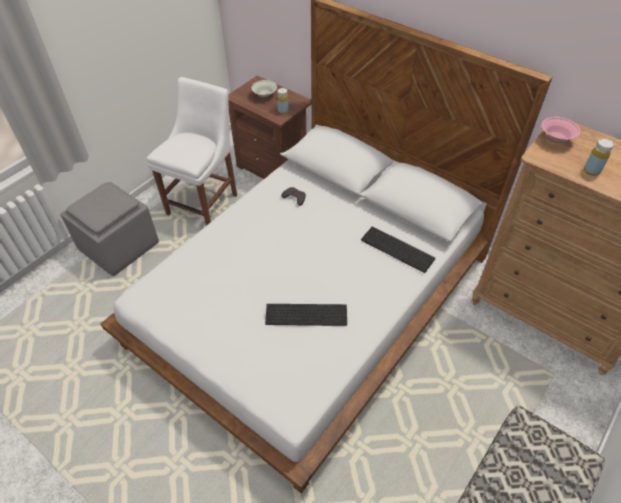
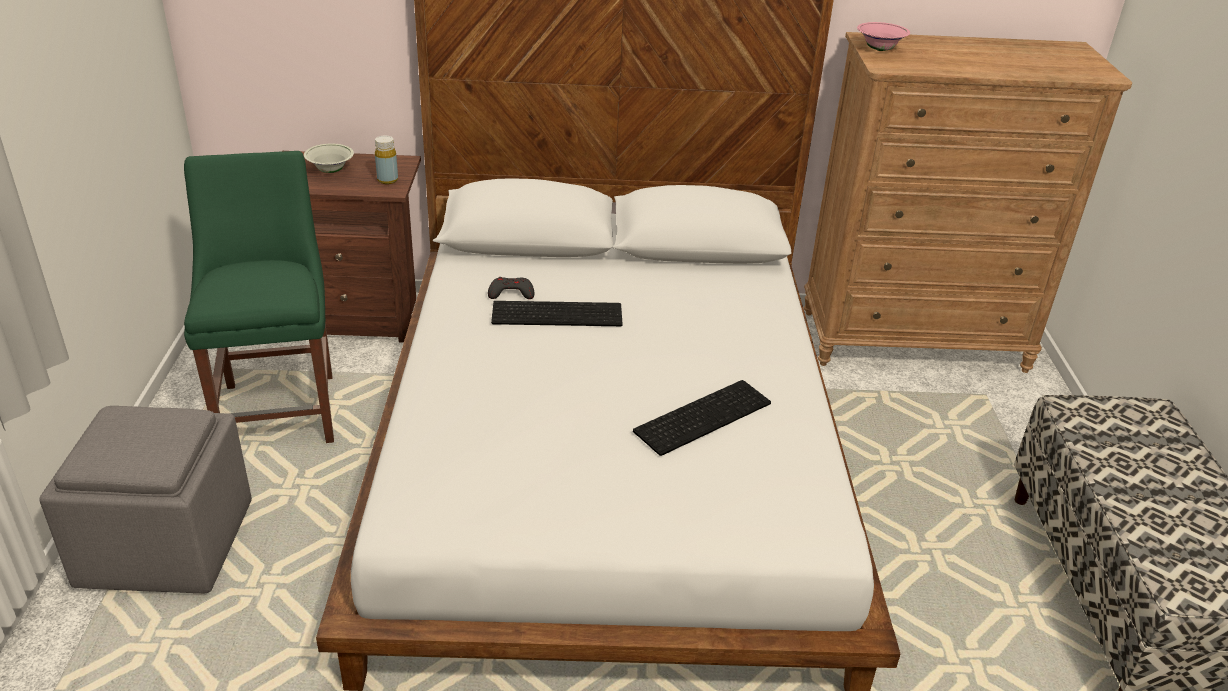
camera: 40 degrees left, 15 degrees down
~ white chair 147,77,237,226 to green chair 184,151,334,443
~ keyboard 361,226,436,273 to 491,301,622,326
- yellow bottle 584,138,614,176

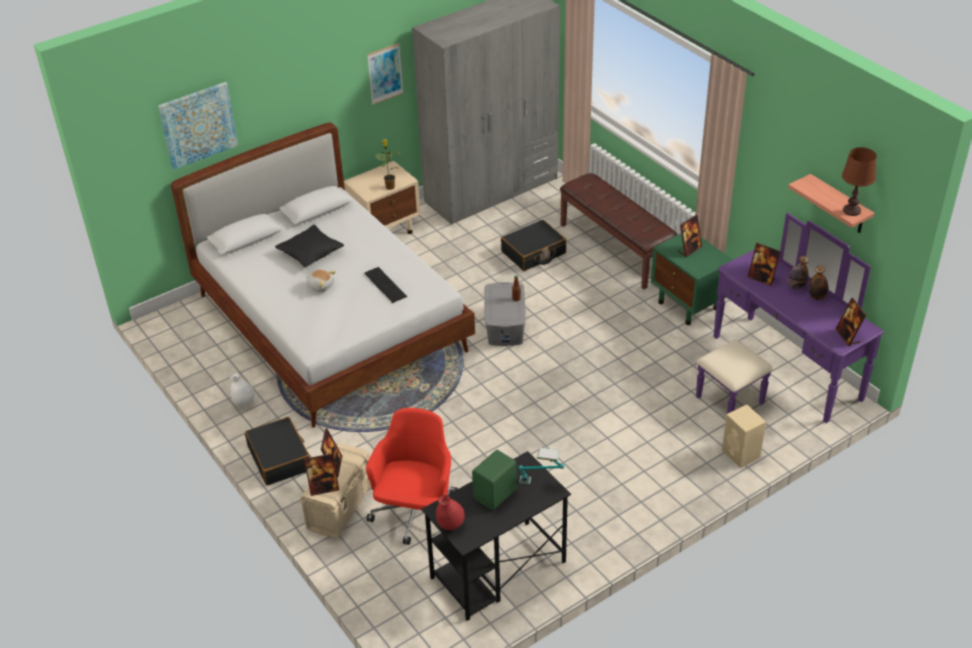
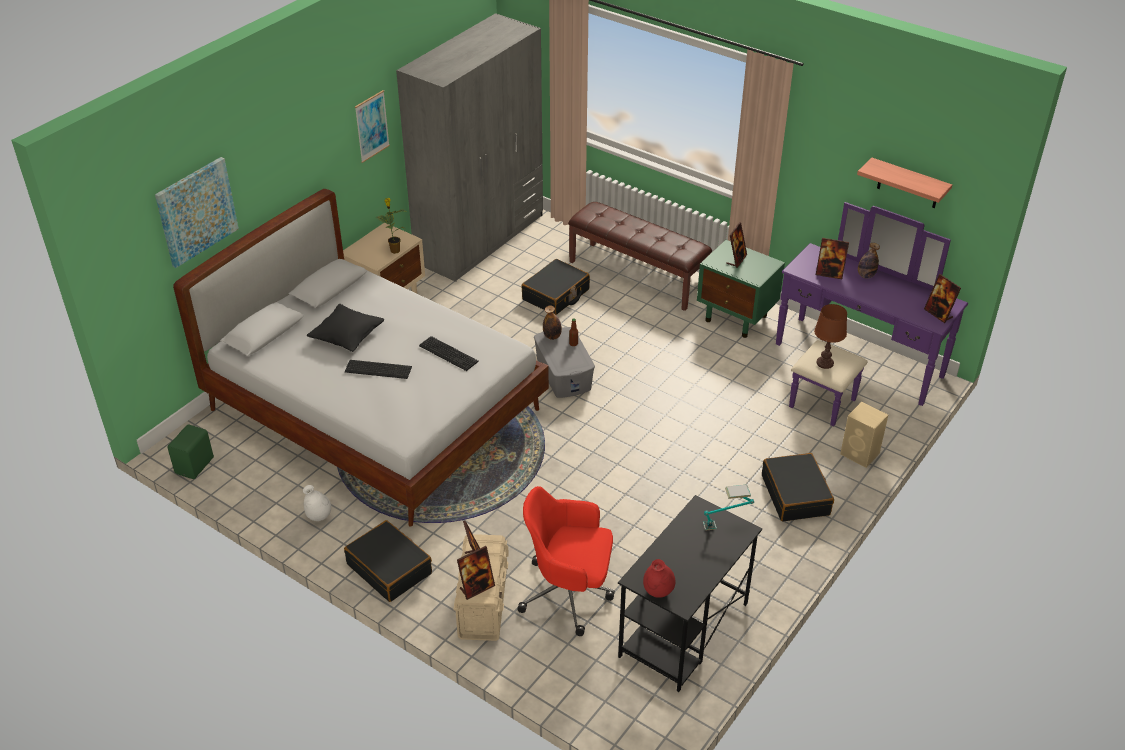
camera: 20 degrees left, 0 degrees up
~ plush toy 306,269,336,292 to keyboard 345,360,412,379
~ red office chair 366,408,458,545 = 517,486,615,636 75 degrees counterclockwise
~ green speaker 472,450,517,510 to 167,424,214,479
~ bottle 809,265,828,300 to 543,305,562,340
~ brown table lamp 842,147,877,216 to 814,304,847,369
+ black suitcase 762,453,834,521

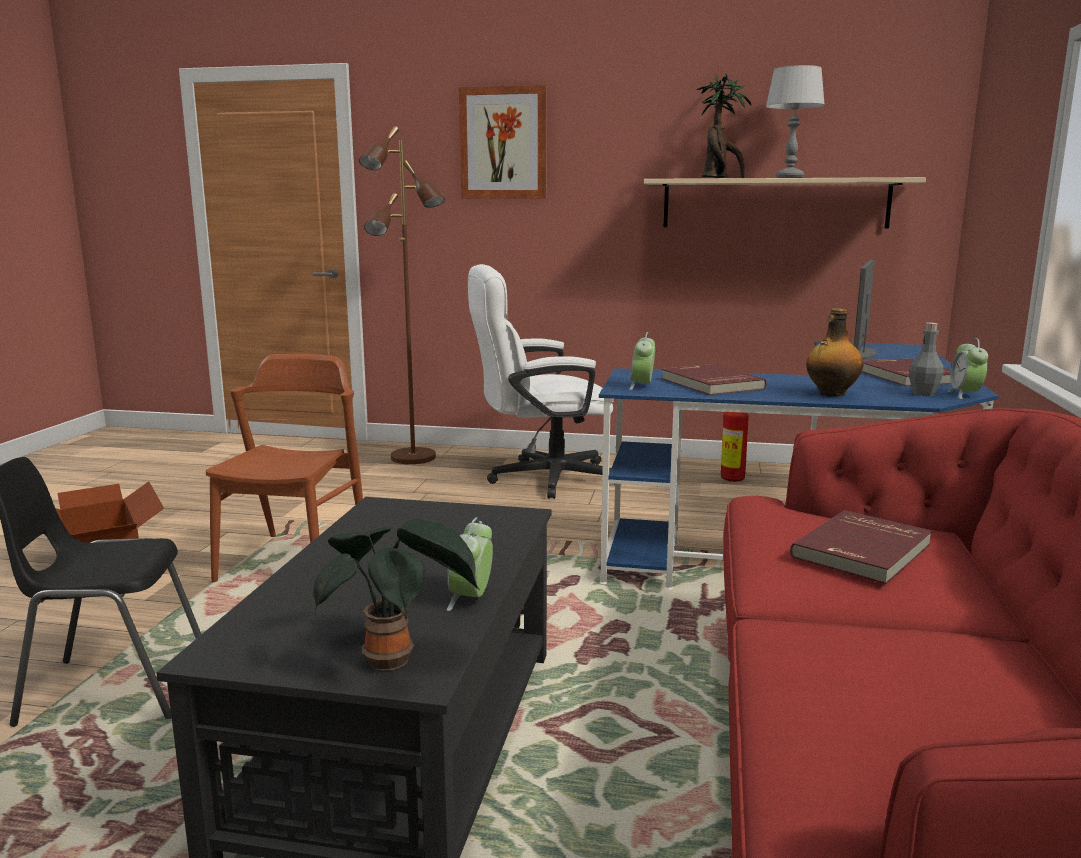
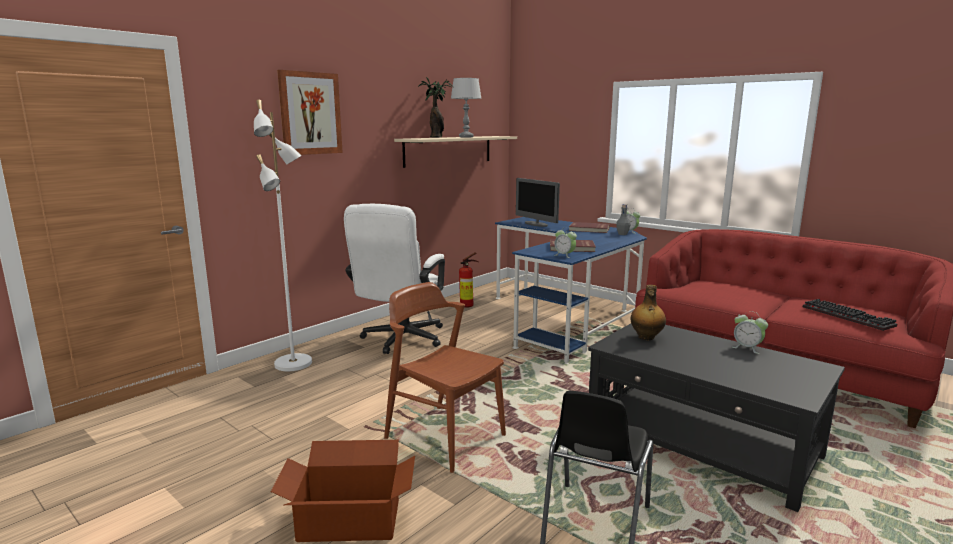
camera: 60 degrees left, 0 degrees up
- potted plant 313,518,480,671
~ brown floor lamp 359,126,445,464 to white floor lamp 254,100,312,371
- red book 790,510,932,584
~ bottle 806,308,863,397 to 631,285,666,340
+ keyboard 803,299,897,331

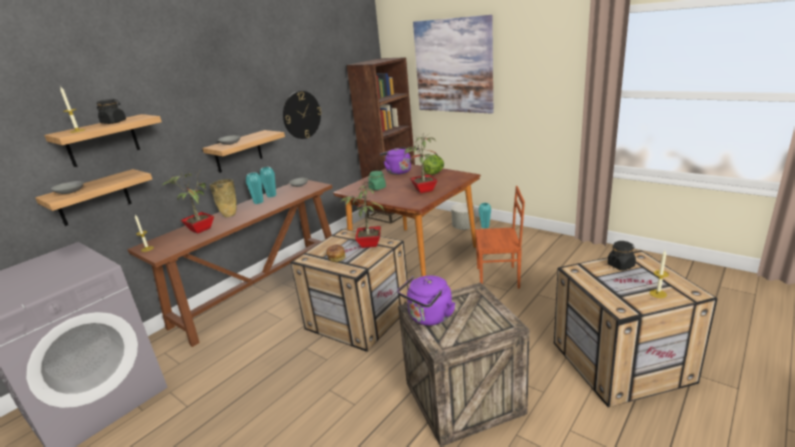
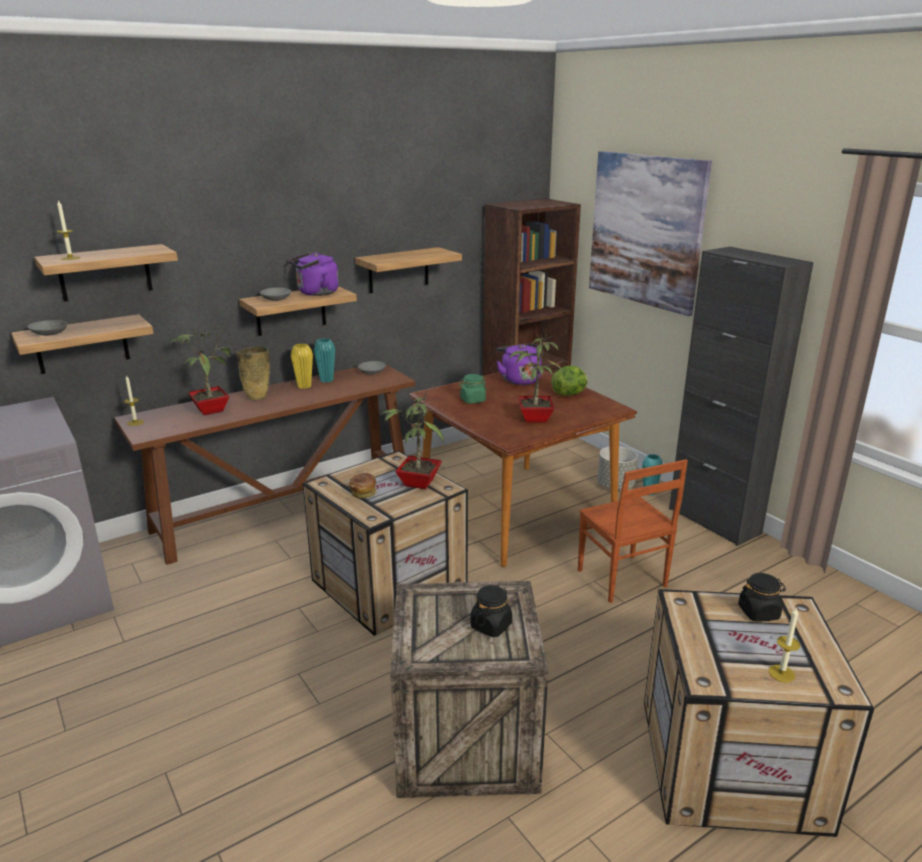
camera: 15 degrees right, 0 degrees up
~ black jar 97,99,126,124 to 470,585,512,637
~ turquoise vase 246,172,263,204 to yellow vase 291,344,313,389
~ wall clock 283,91,322,139 to shelf 355,247,462,293
~ purple kettle 397,276,455,326 to 289,252,339,296
~ brown chair 475,186,525,289 = 578,459,688,603 45 degrees clockwise
+ black cabinet 669,247,814,546

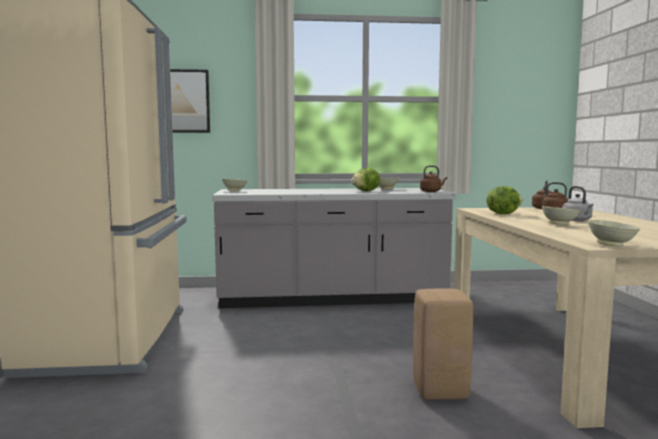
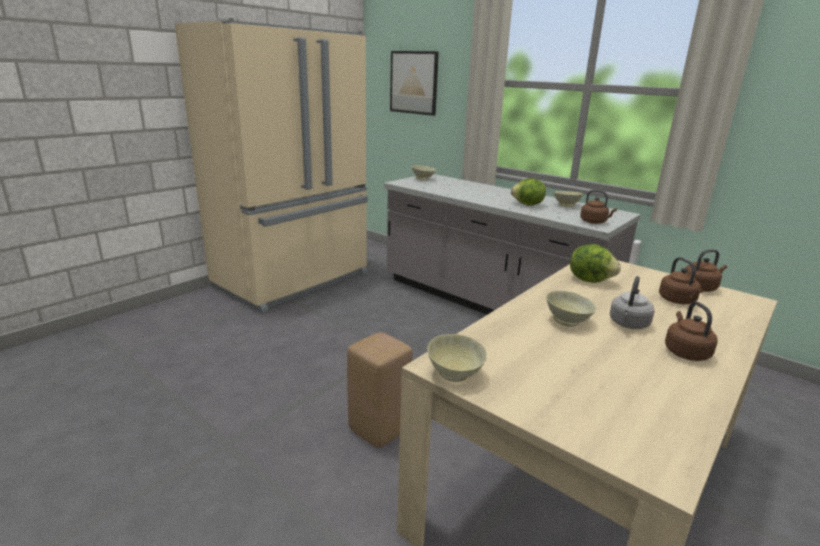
camera: 45 degrees right, 15 degrees up
+ brown kettle 665,302,718,361

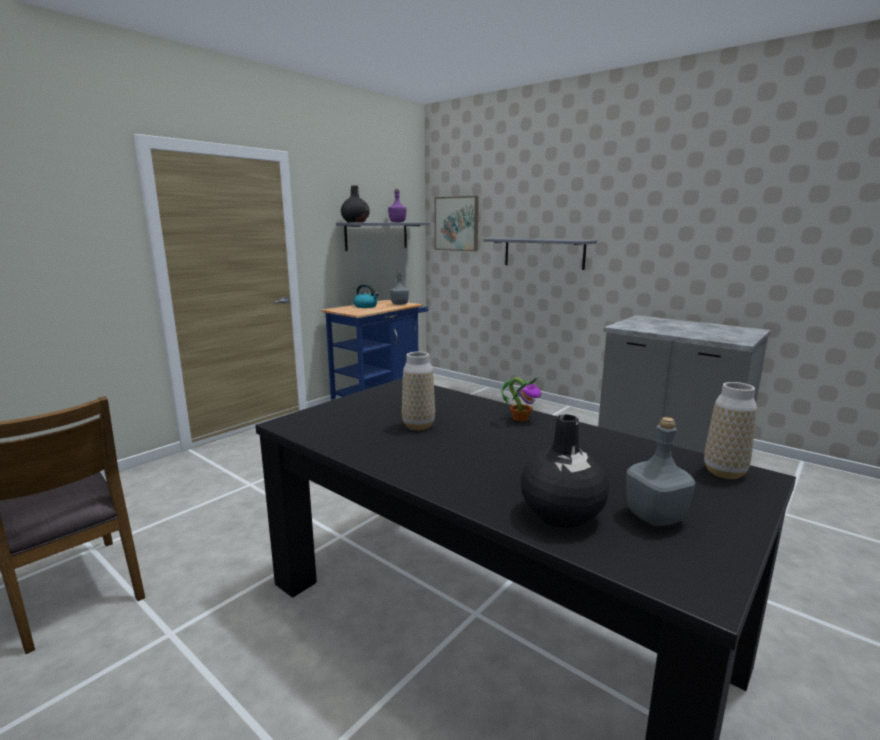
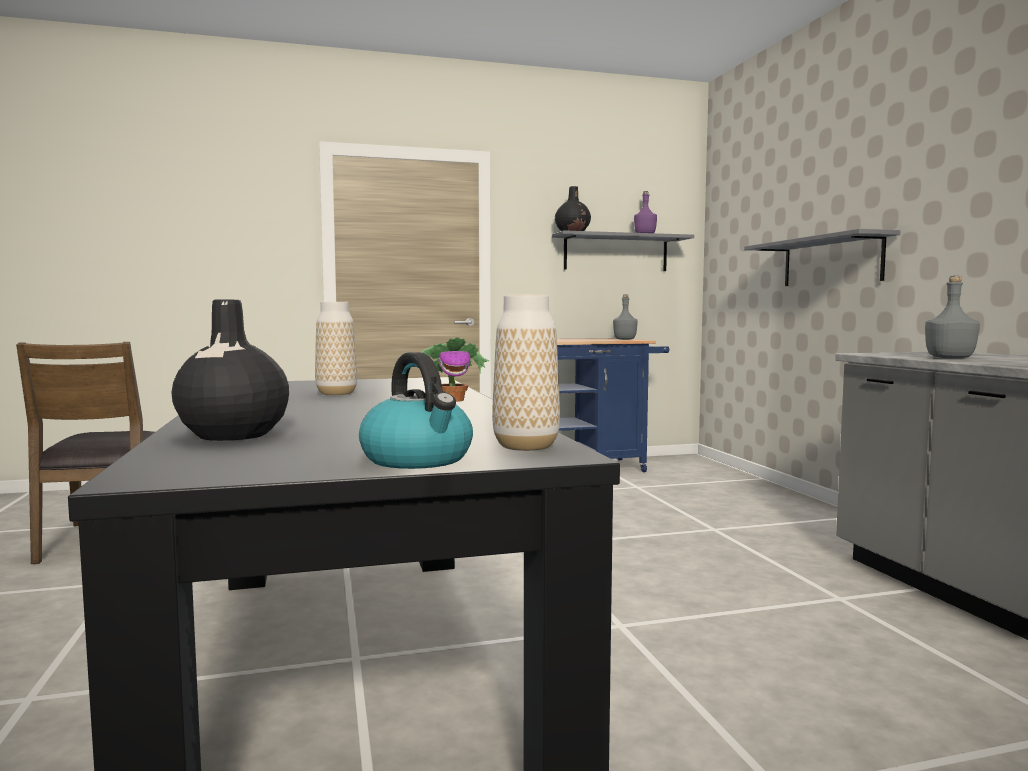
camera: 35 degrees right, 10 degrees down
~ kettle 354,284,379,308 to 359,352,473,469
- picture 435,196,479,251
~ grey bottle 626,417,695,526 to 925,276,980,359

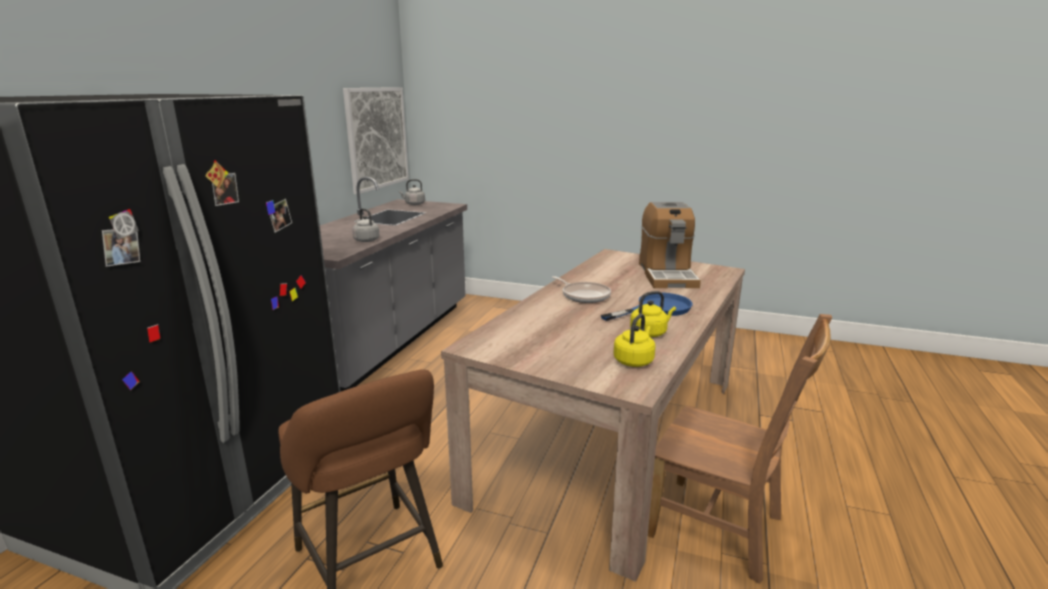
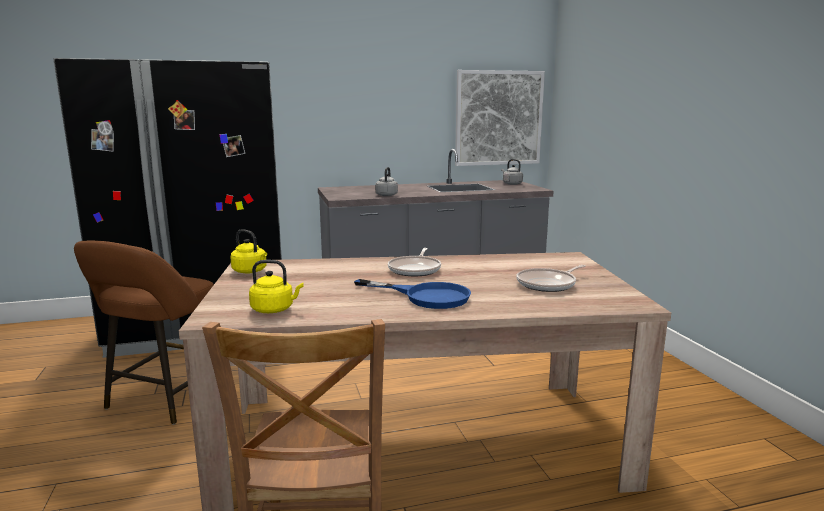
camera: 55 degrees right, 5 degrees down
~ yellow kettle 630,291,676,337 to 230,229,267,273
~ coffee machine 639,202,701,288 to frying pan 516,265,586,292

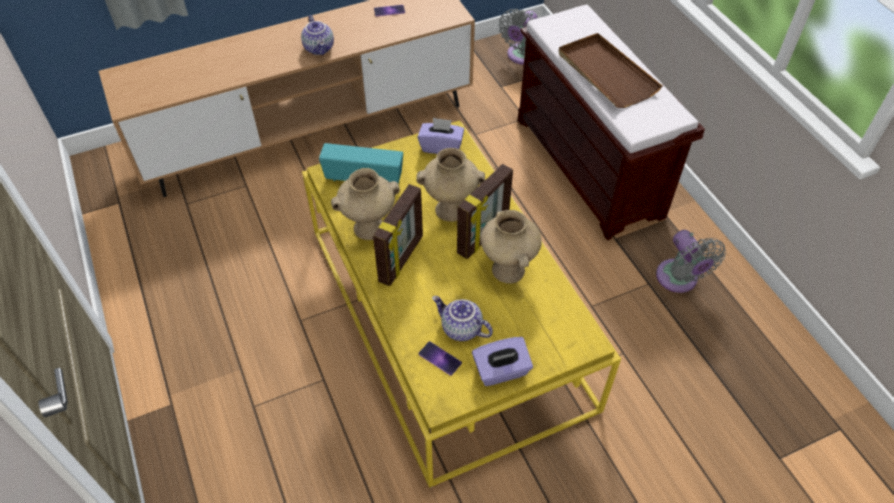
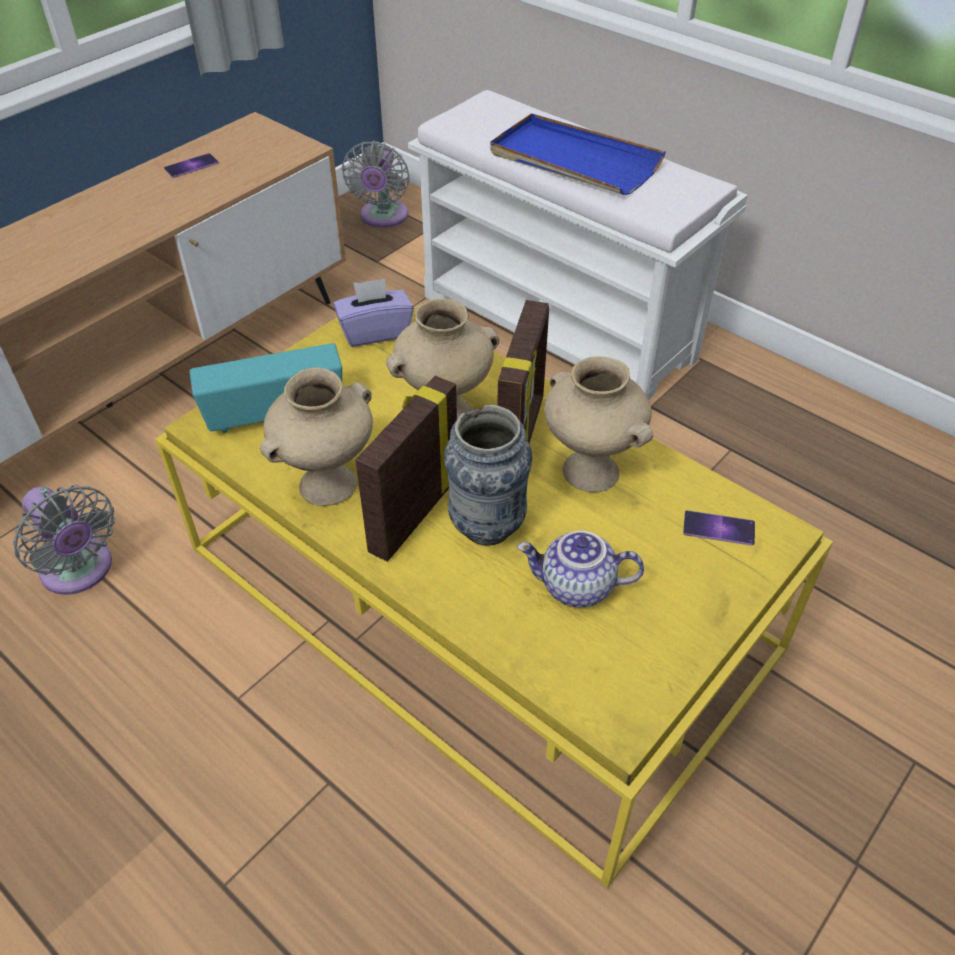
camera: 25 degrees left, 5 degrees down
- teapot 301,15,334,55
~ picture frame 373,184,423,286 = 356,376,457,562 150 degrees counterclockwise
~ phone 418,341,462,376 to 683,510,755,546
- purple tissue box 472,337,533,386
~ brown bench 518,5,705,240 to white bench 408,90,748,400
~ brown tray 558,33,662,108 to blue tray 490,113,666,195
~ grey fan 656,230,726,293 to 13,485,115,595
+ vase 444,405,532,546

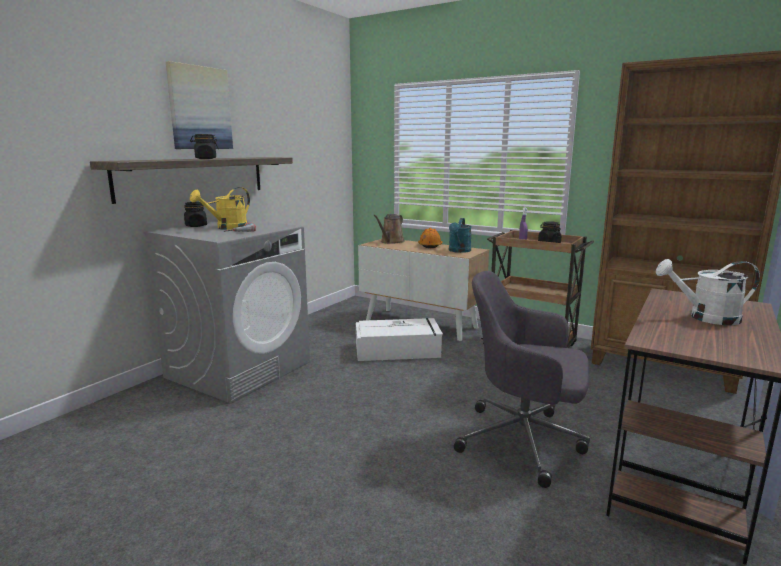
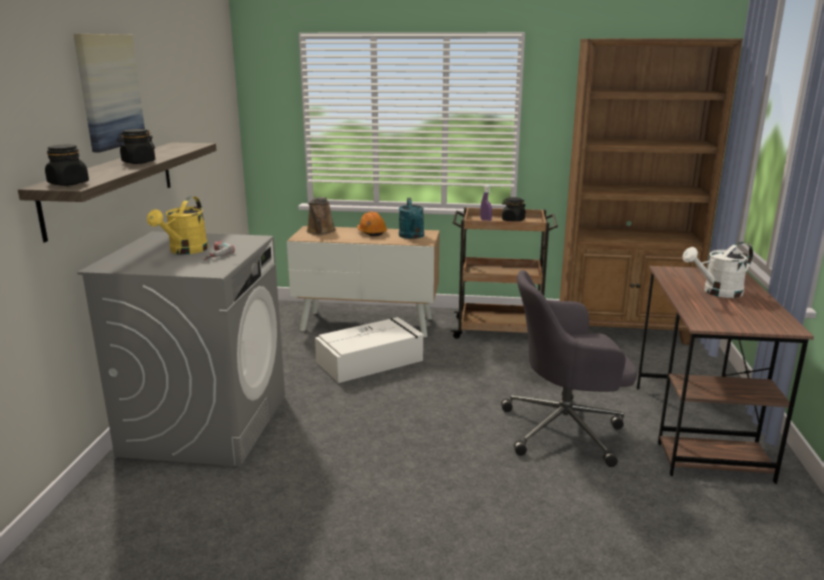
camera: 25 degrees left, 5 degrees up
~ black jar 184,202,207,227 to 45,145,89,186

